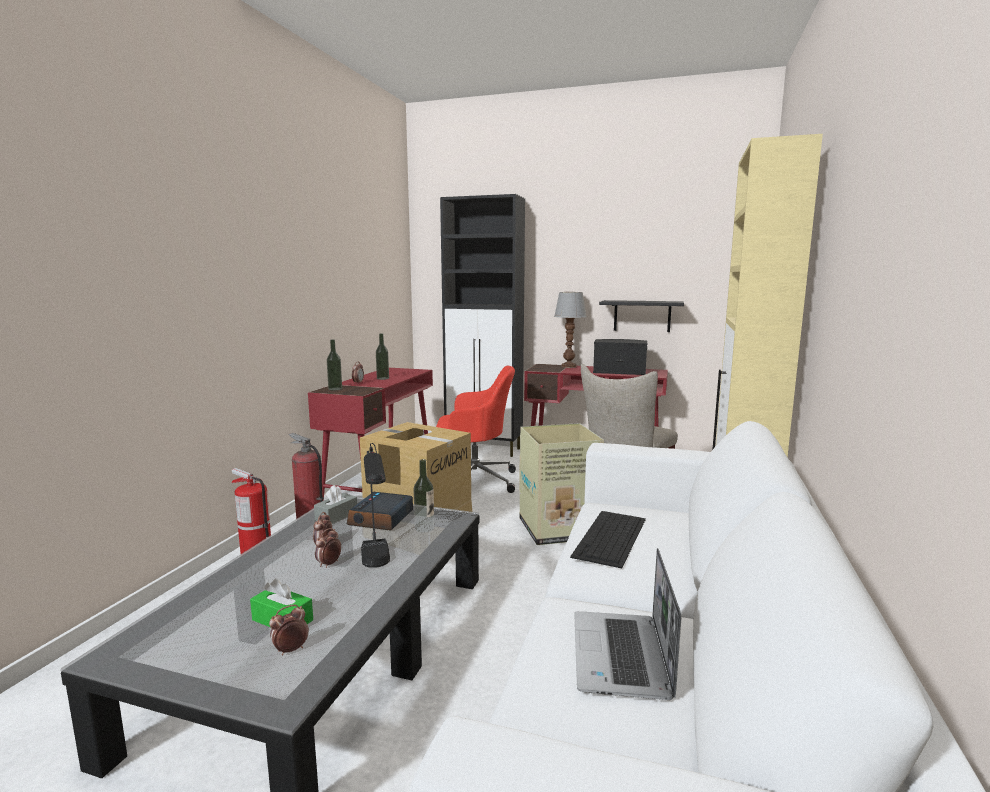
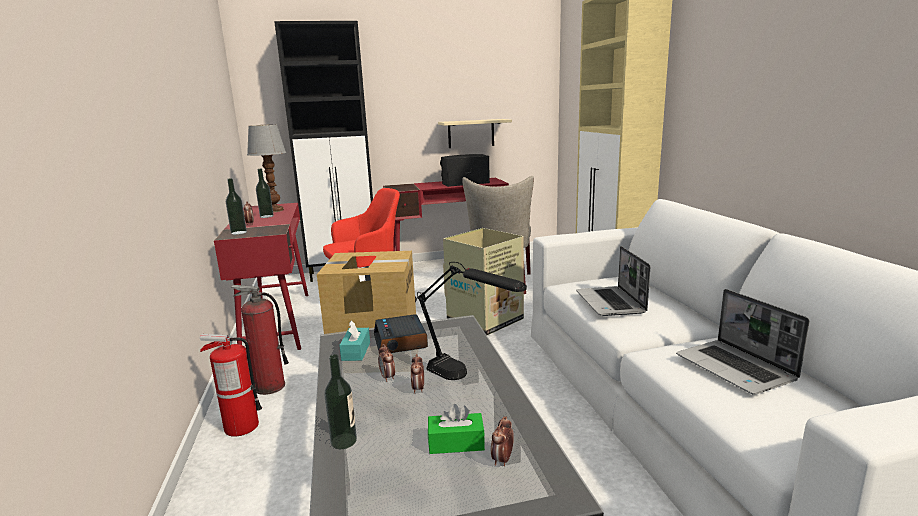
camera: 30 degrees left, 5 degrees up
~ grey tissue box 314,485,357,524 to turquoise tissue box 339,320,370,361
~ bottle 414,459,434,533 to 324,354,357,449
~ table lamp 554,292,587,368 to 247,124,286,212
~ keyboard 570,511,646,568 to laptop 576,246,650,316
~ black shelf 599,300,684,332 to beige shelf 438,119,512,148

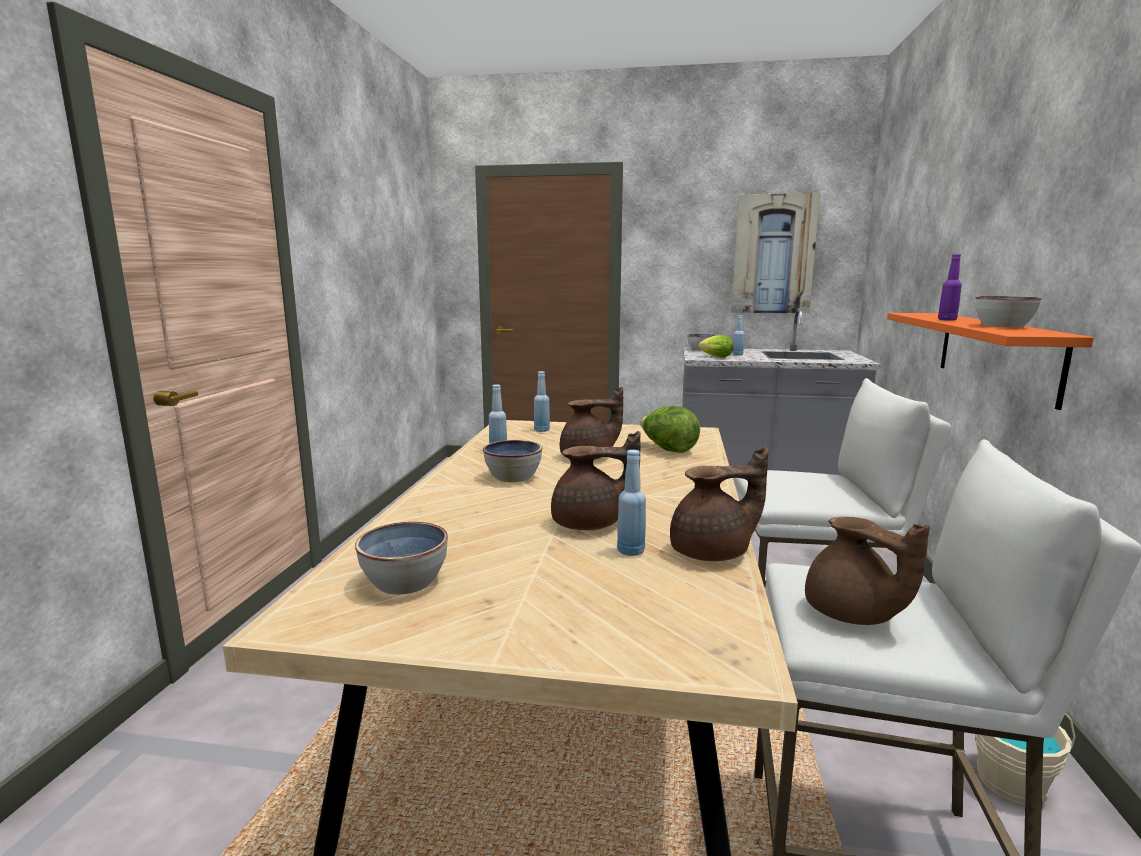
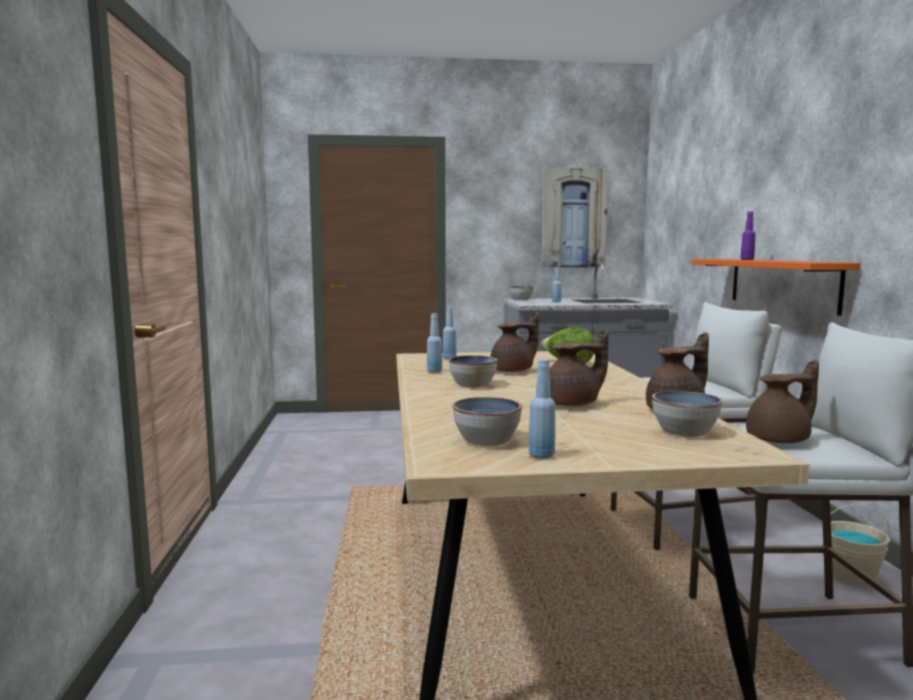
camera: 15 degrees left, 5 degrees down
~ blue bottle 617,450,646,556 to 529,359,556,459
- lettuce 698,335,733,358
~ brown teapot 805,517,930,625 = 746,360,819,443 60 degrees counterclockwise
~ bowl 975,296,1042,327 to 652,391,722,437

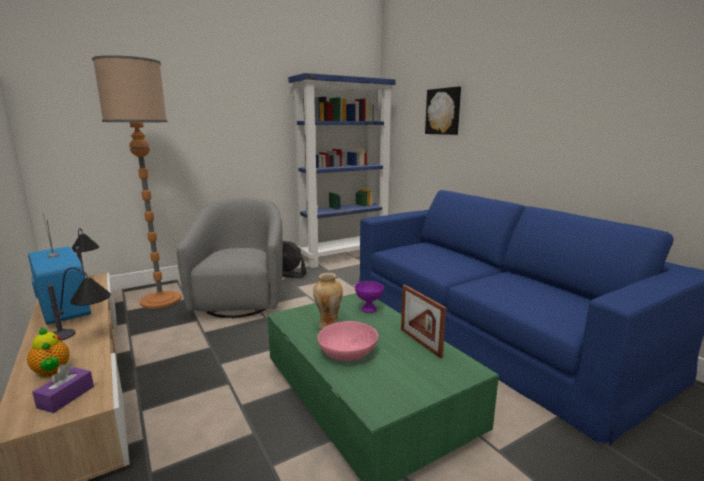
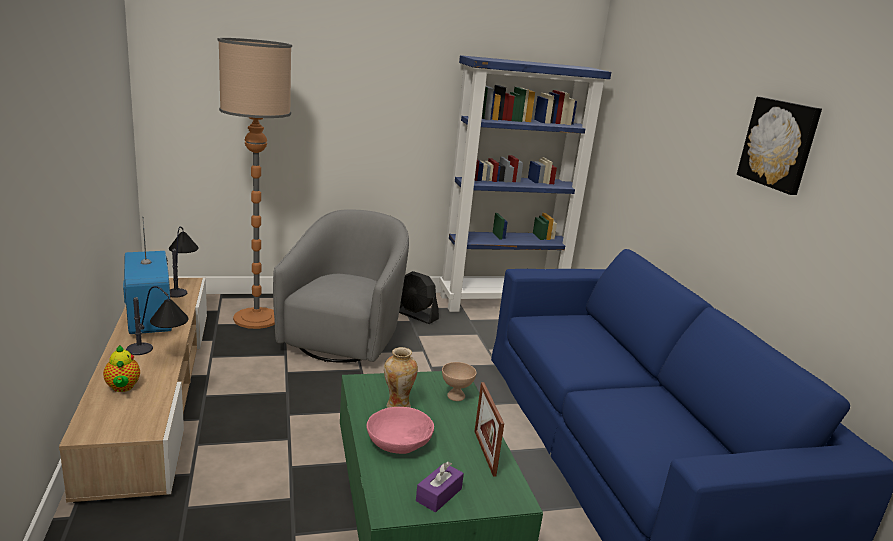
camera: 15 degrees right, 5 degrees up
~ purple tissue box 32,363,94,413 to 416,461,464,512
~ purple bowl 355,281,384,313 to beige bowl 442,362,476,401
~ picture 425,86,461,135 to 737,97,822,195

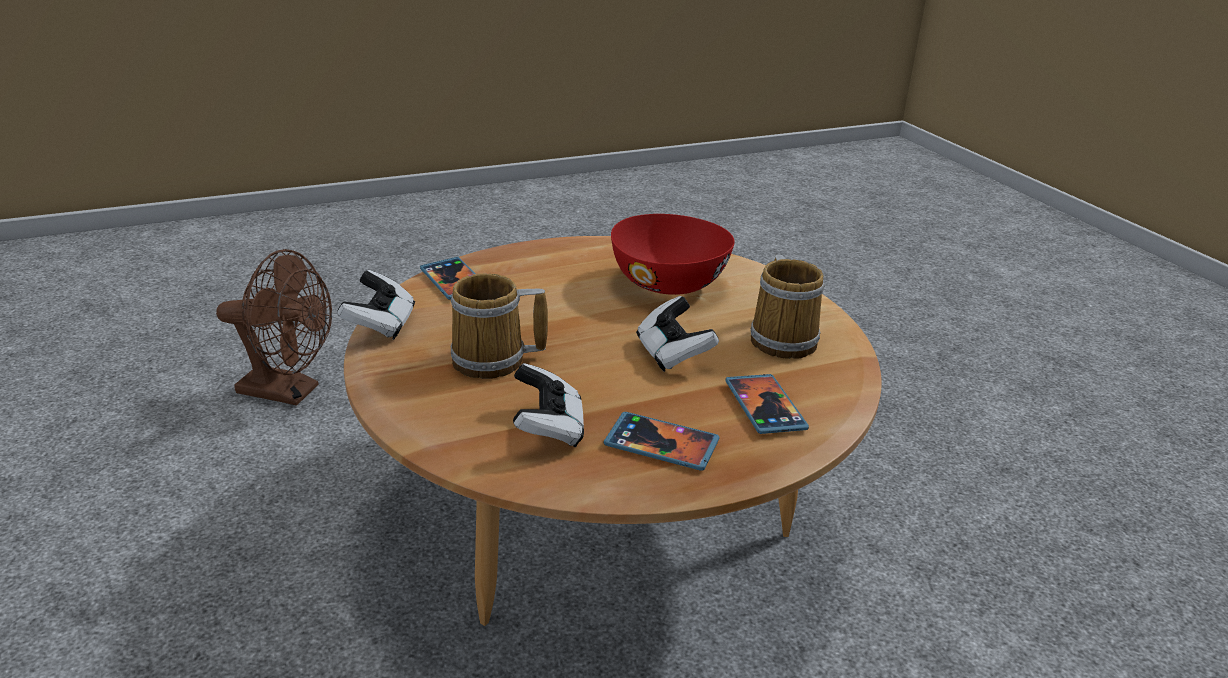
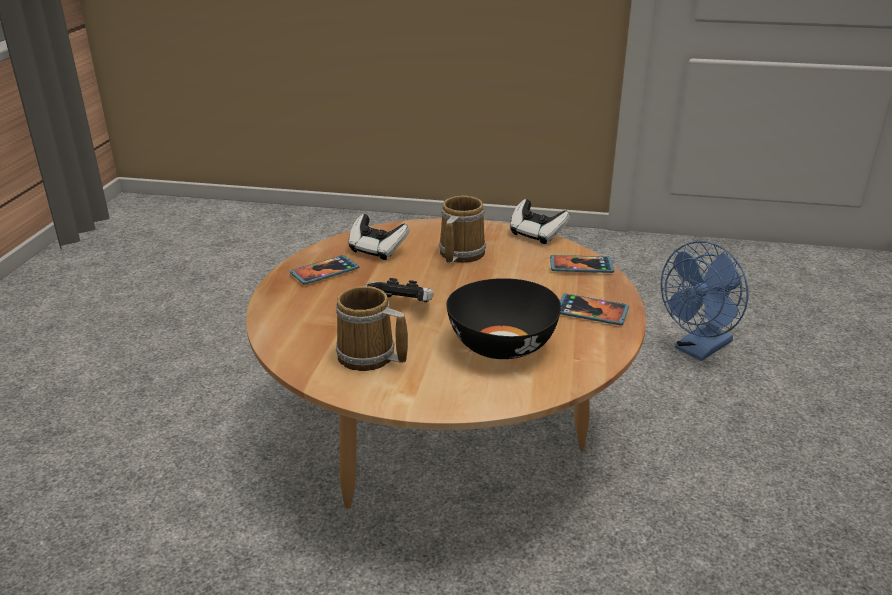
camera: 125 degrees right, 0 degrees up
~ brown fan 216,249,332,406 to blue fan 661,241,748,361
~ red bowl 611,214,735,295 to black bowl 446,278,561,359
~ phone 726,374,809,434 to 560,294,629,325

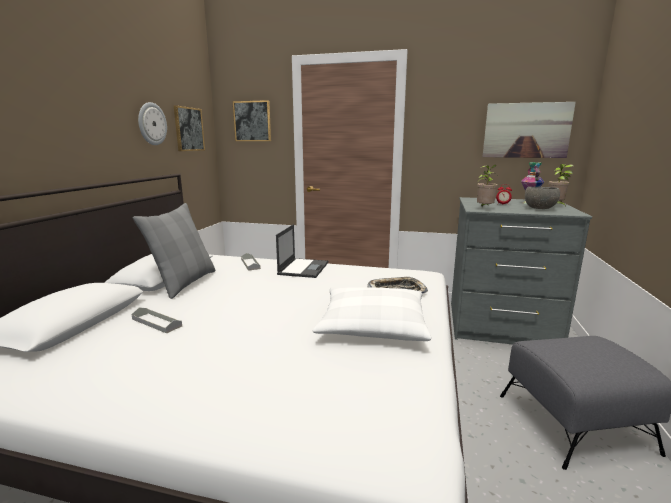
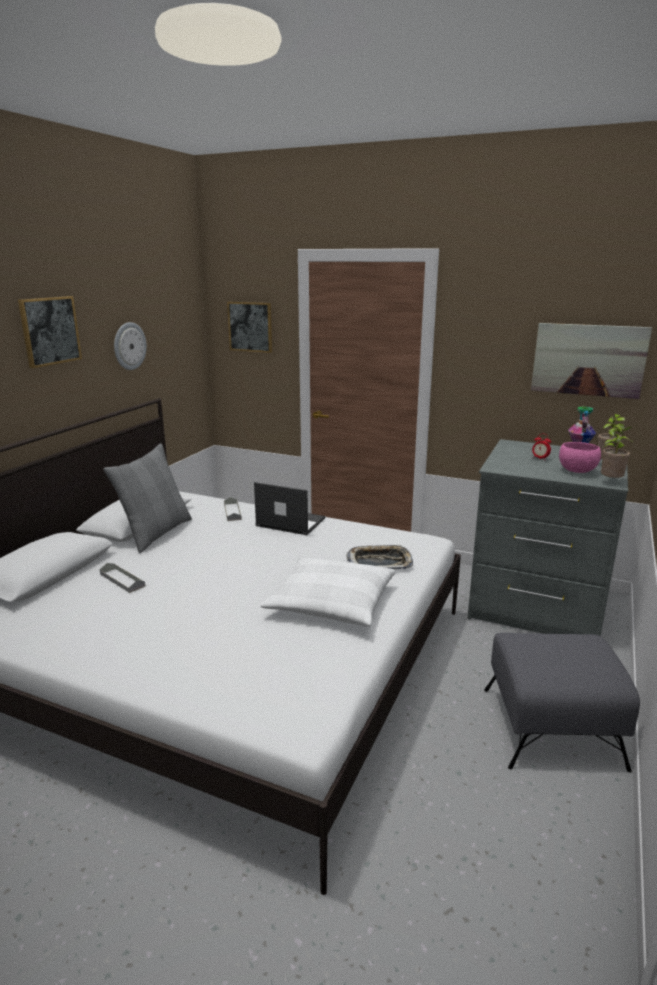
camera: 10 degrees right, 5 degrees up
~ picture 174,106,205,151 to 18,296,82,368
~ laptop 276,224,328,278 = 254,482,326,535 90 degrees counterclockwise
~ potted plant 477,165,498,207 to 601,425,631,478
~ grey bowl 525,187,560,209 to pink bowl 559,442,601,473

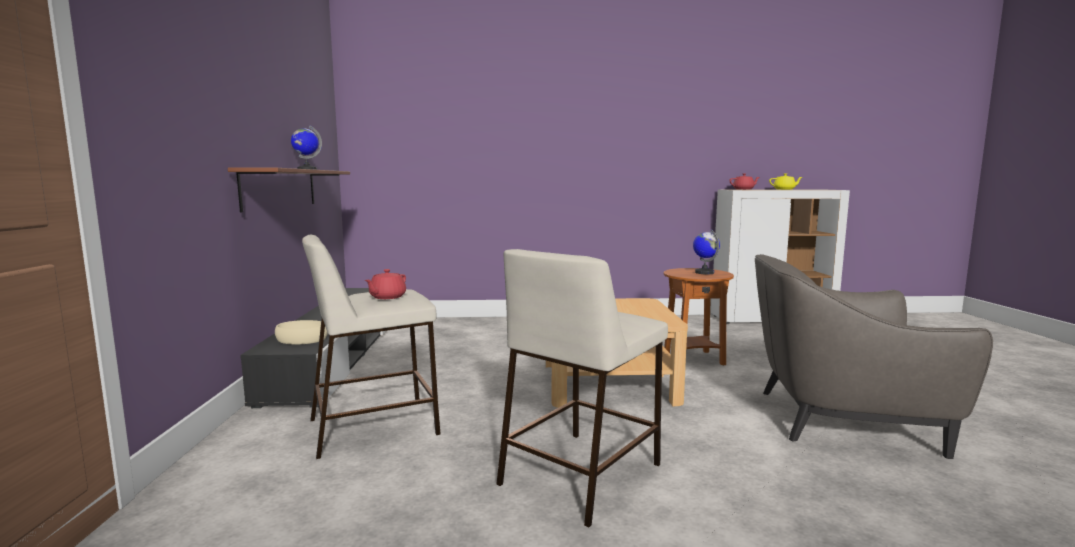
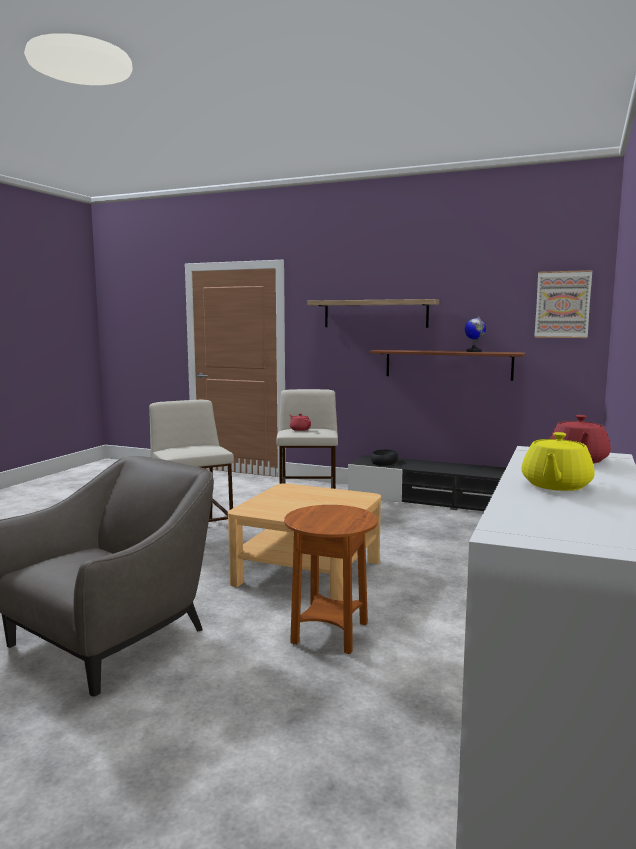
camera: 115 degrees right, 0 degrees up
~ beige bowl 275,320,328,345 to black bowl 371,449,398,466
- globe 693,229,720,274
+ shelf 308,299,439,328
+ picture 534,270,592,338

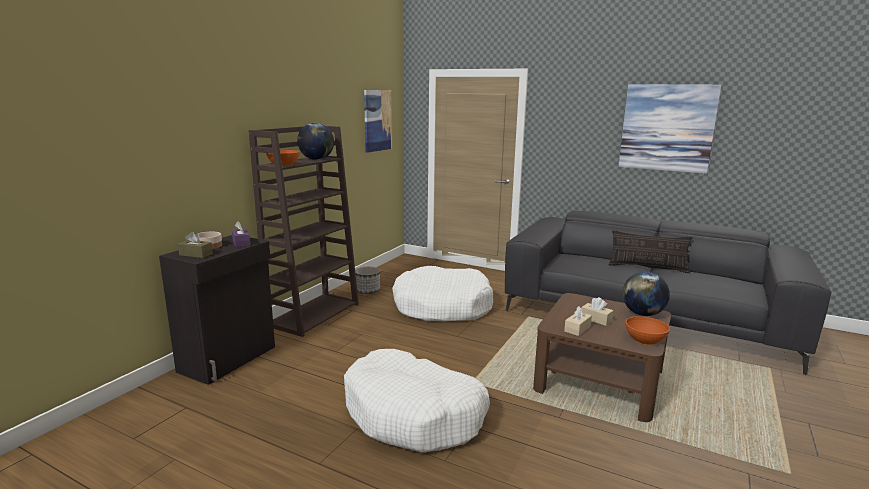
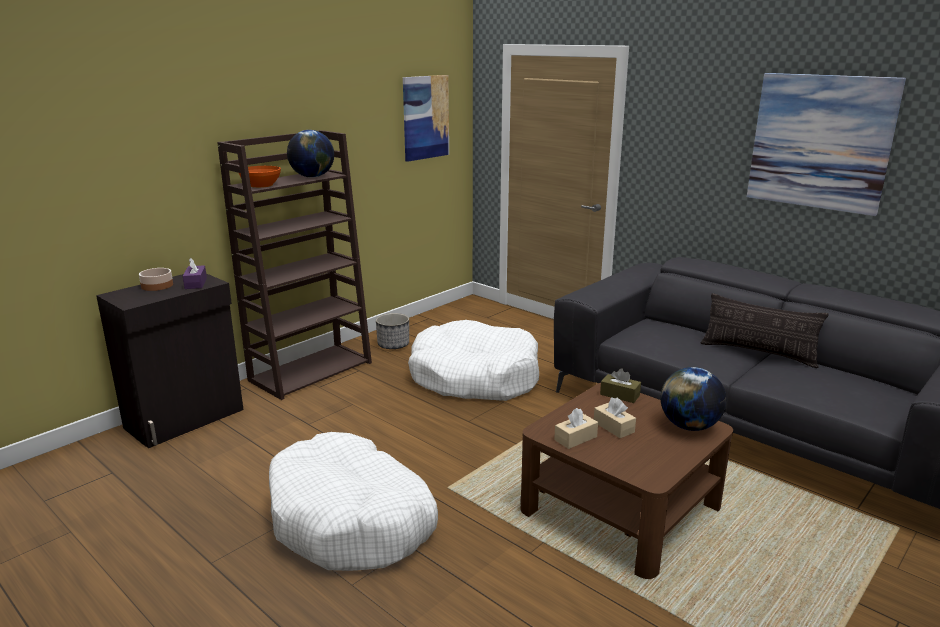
camera: 15 degrees right, 5 degrees up
~ brown tissue box 178,232,213,258 to 600,368,641,403
- orange bowl 625,316,670,345

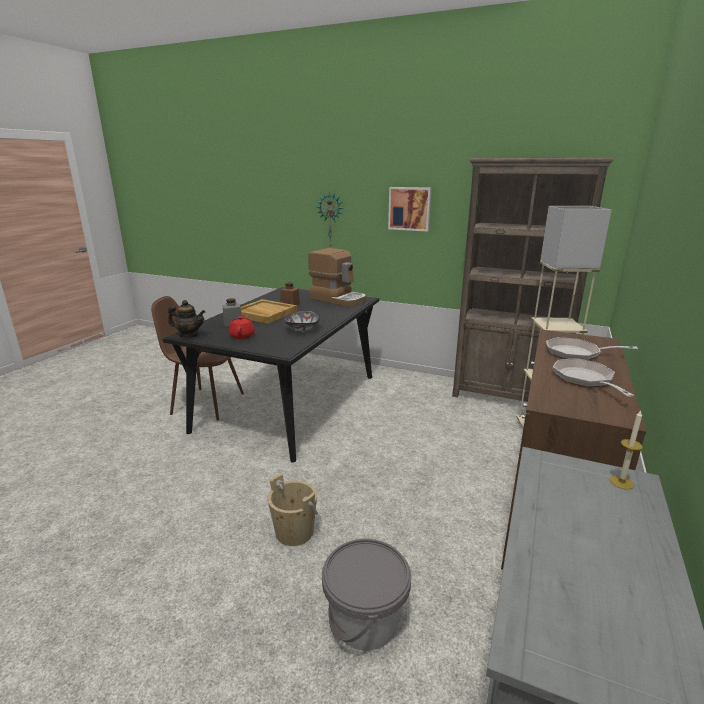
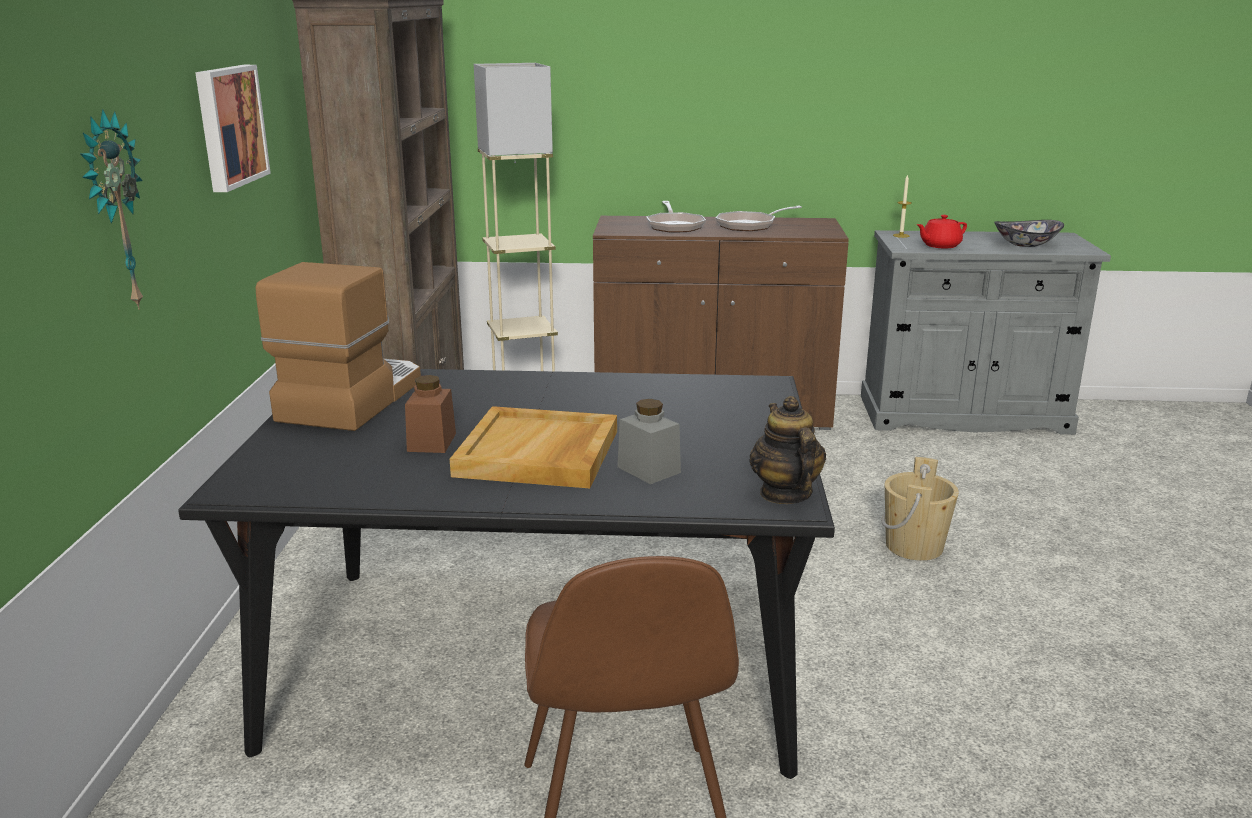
camera: 110 degrees left, 0 degrees up
~ red teapot 228,314,255,339 to 916,215,967,249
~ bowl 284,310,320,332 to 994,220,1064,247
- grey bucket 322,539,411,651

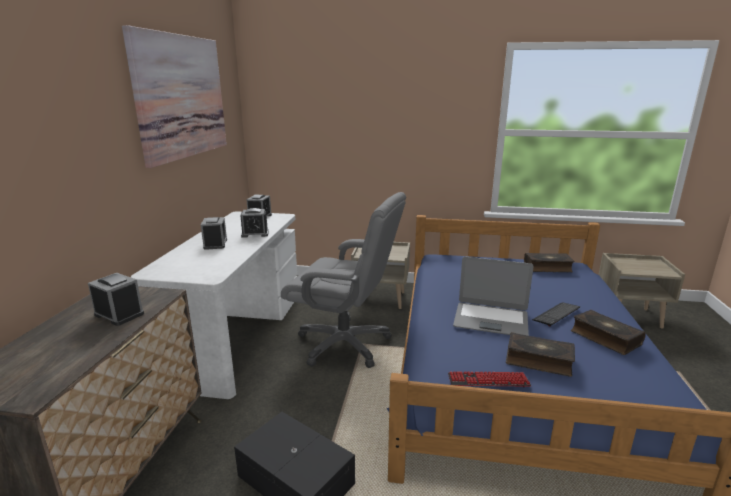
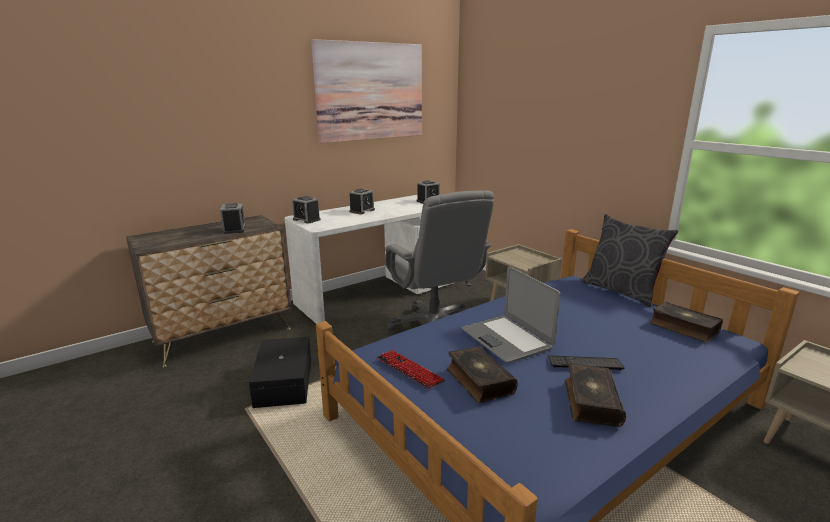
camera: 45 degrees right, 0 degrees up
~ alarm clock 240,208,269,238 to 292,196,321,224
+ grey pillow 582,214,678,307

